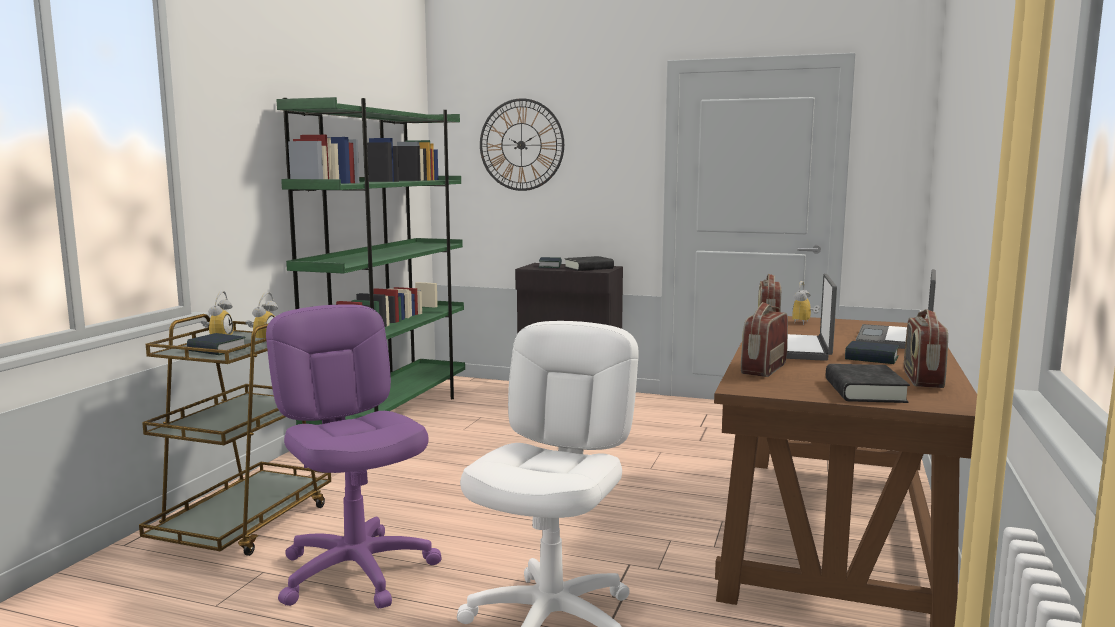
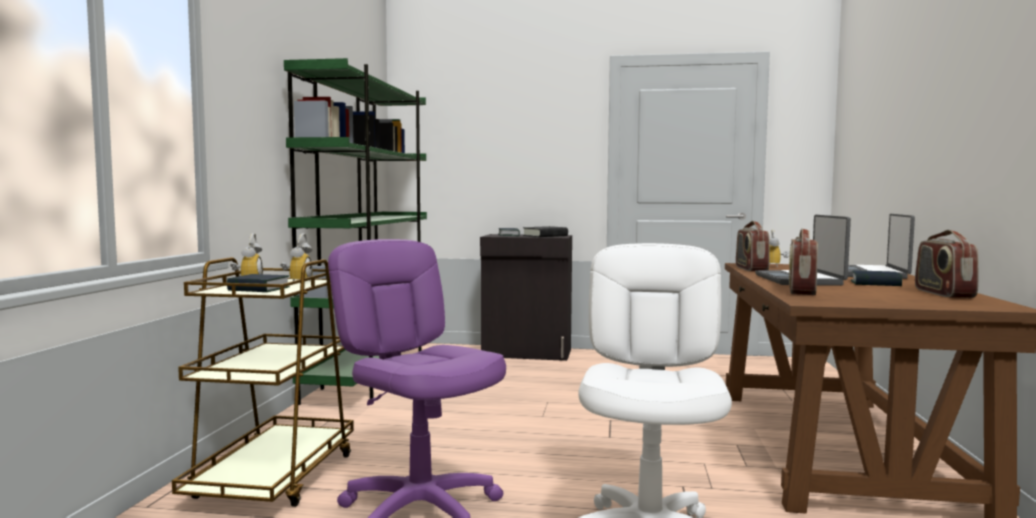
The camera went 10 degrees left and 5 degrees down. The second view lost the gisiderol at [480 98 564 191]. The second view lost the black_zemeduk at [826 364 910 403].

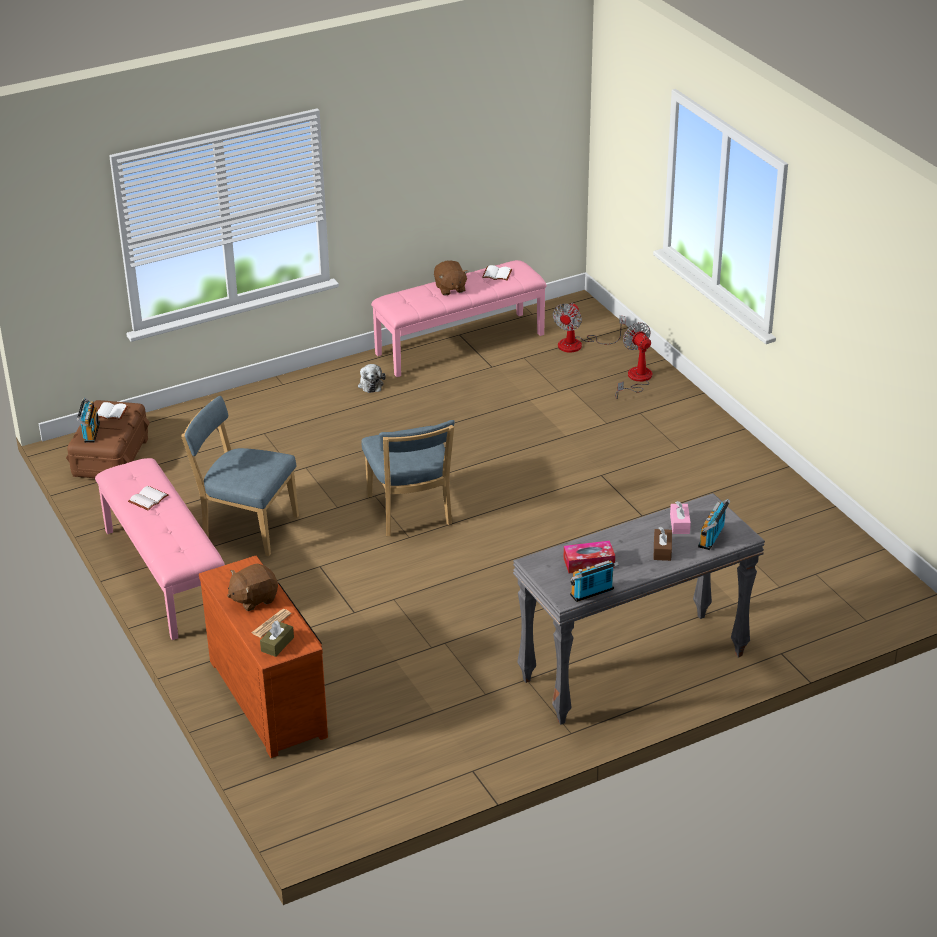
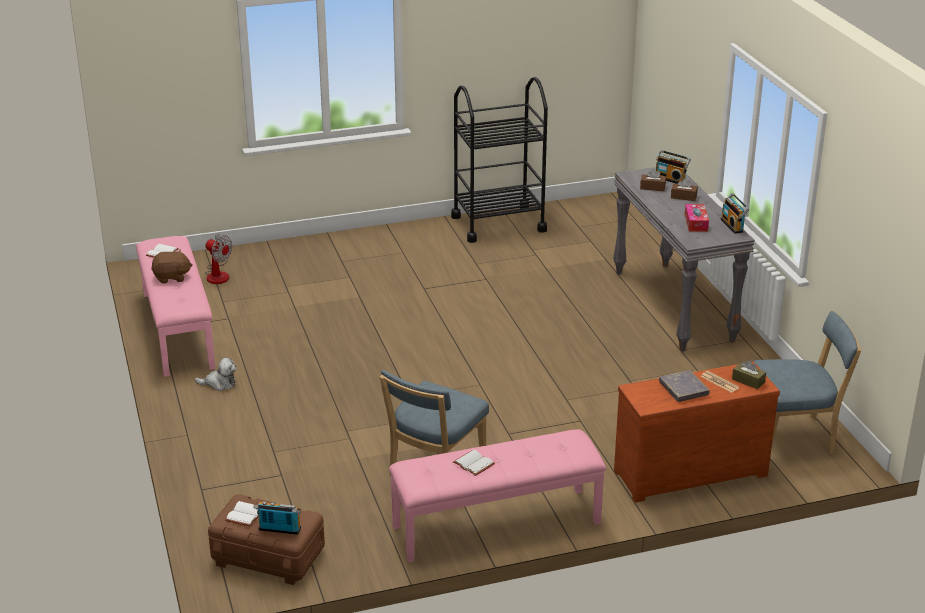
The camera went 80 degrees left and 5 degrees down. The second view gained the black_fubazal at [451 77 548 243]. What was the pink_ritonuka at [670 501 691 534] turned into the brown_ritonuka at [640 169 666 191]. Where the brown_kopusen stood at [227 563 278 611], the grey_zemeduk came to stand at [659 370 710 402]. The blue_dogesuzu ended up elsewhere, having gone from [362 420 454 536] to [753 311 861 454]. The second view lost the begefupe at [615 322 652 399].

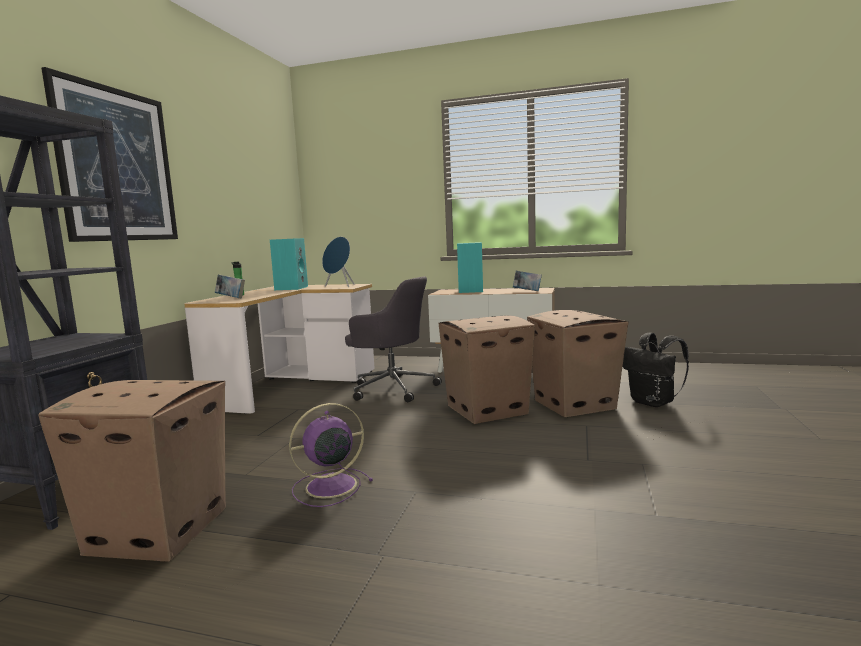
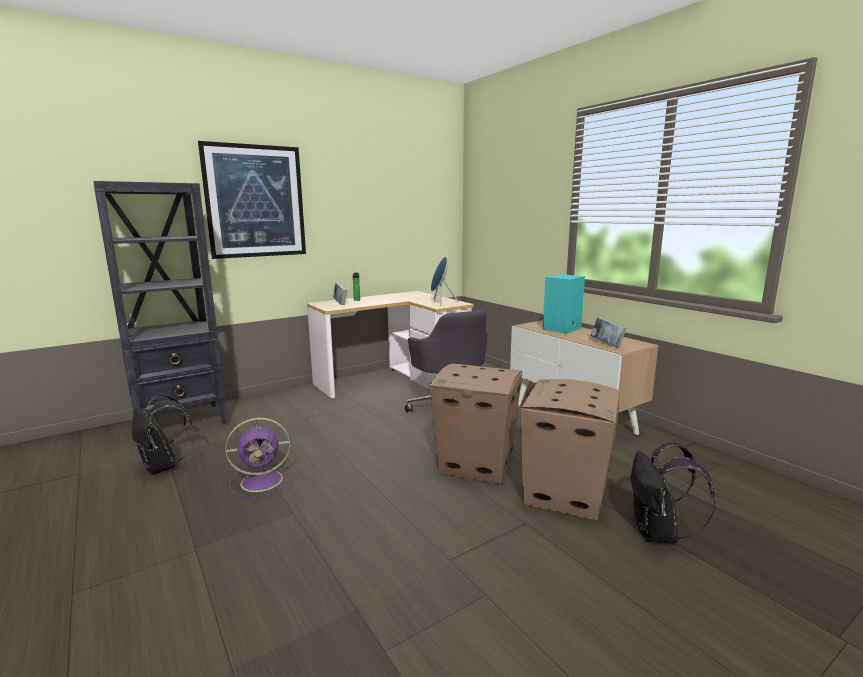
The camera went 40 degrees right and 5 degrees up. Where the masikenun stood at [38 380 226 562], the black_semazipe came to stand at [132 394 195 475]. The purple_begefupe at [289 403 373 507] ended up facing another way, 150 degrees clockwise from before. The second view lost the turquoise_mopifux at [270 238 308 290].

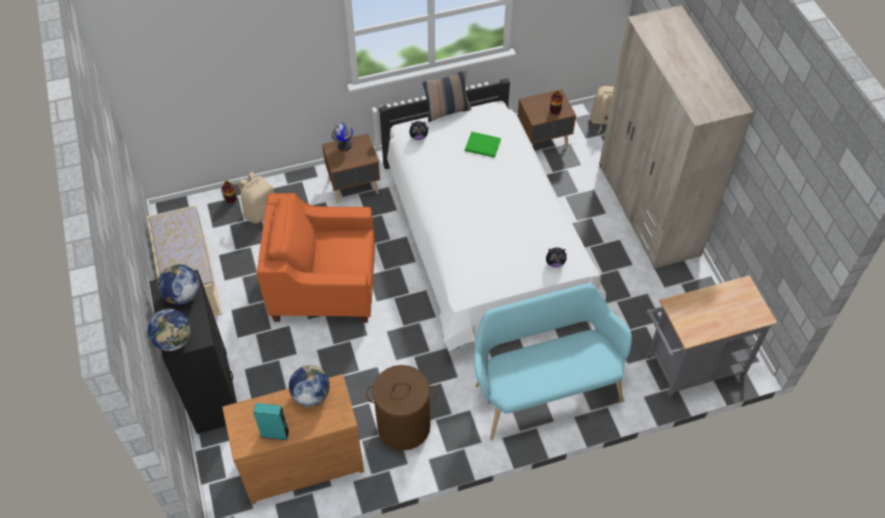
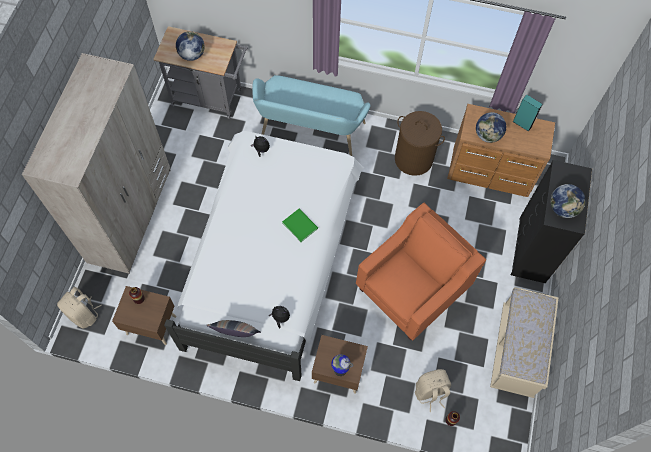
The camera went 150 degrees left and 10 degrees up. The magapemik ended up elsewhere, having gone from [147 309 191 351] to [176 31 205 61]. The green_zemeduk ended up elsewhere, having gone from [465 132 501 158] to [282 209 318 242]. The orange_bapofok at [256 193 375 323] ended up facing another way, 75 degrees counterclockwise from before.

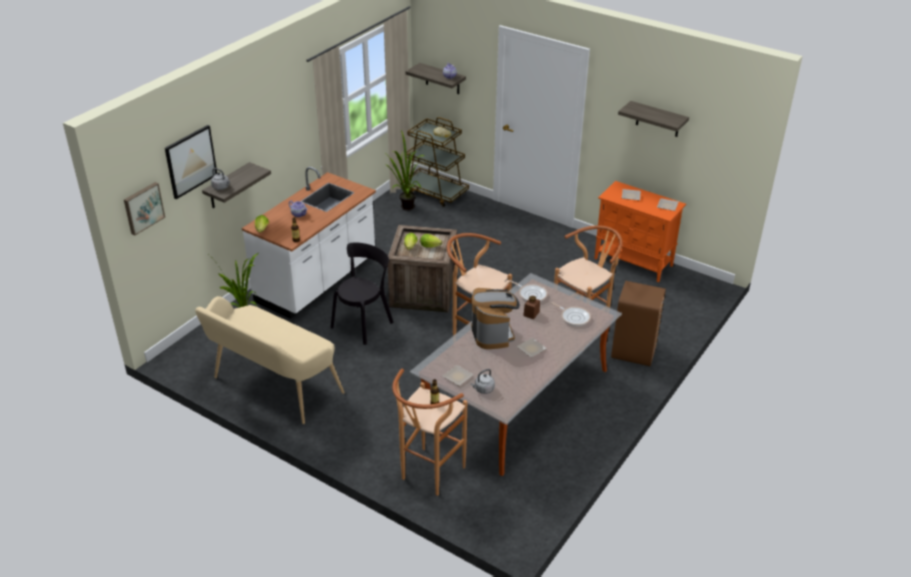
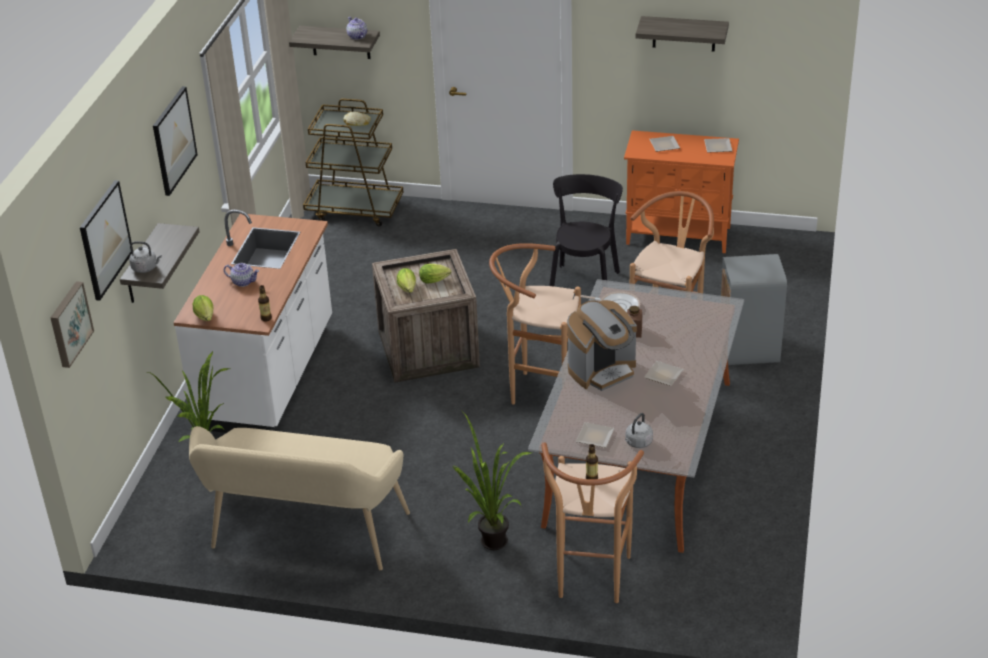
The camera went 20 degrees left and 0 degrees up. The second view gained the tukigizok at [153 86 198 196]. The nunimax ended up elsewhere, having gone from [384 131 424 211] to [453 412 532 550]. The black_dogesuzu ended up elsewhere, having gone from [331 243 394 345] to [549 174 623 287]. The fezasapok at [471 288 520 349] ended up facing another way, 90 degrees clockwise from before. What was the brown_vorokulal at [611 281 666 366] turned into the grey_vorokulal at [720 254 787 365]. The second view lost the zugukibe at [551 302 591 326].

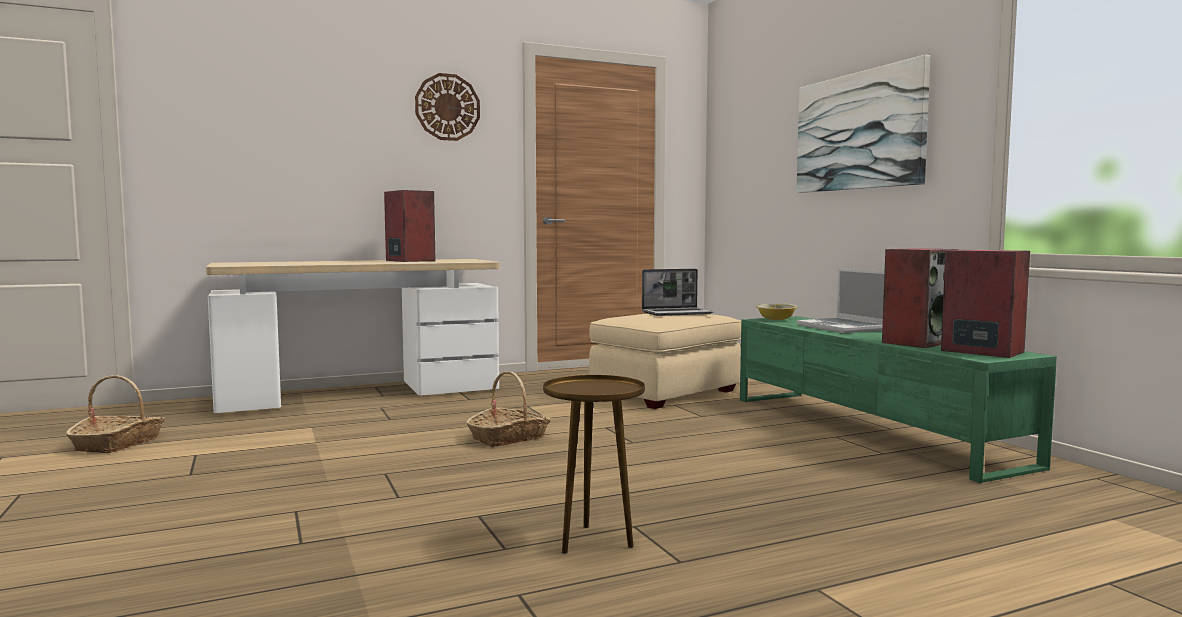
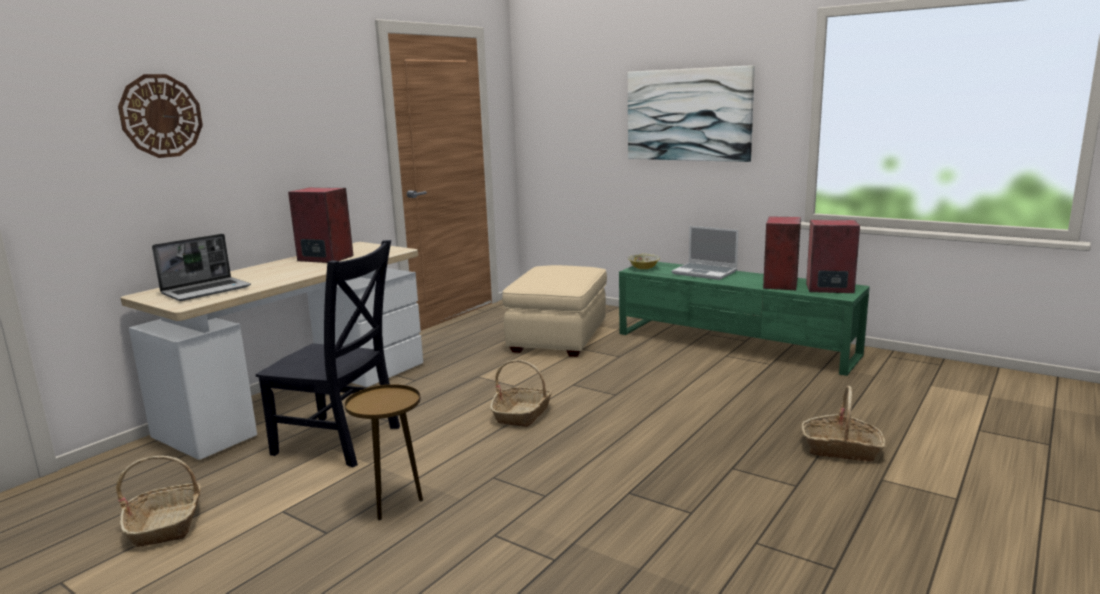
The camera went 30 degrees left and 10 degrees up. The gisiderol ended up elsewhere, having gone from [415 73 480 141] to [118 74 203 158]. The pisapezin ended up elsewhere, having gone from [642 269 714 316] to [152 234 251 301]. The second view gained the black_dogesuzu at [256 240 400 467]. The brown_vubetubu ended up elsewhere, having gone from [543 375 645 554] to [344 384 423 520]. The second view gained the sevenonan at [802 386 886 462].

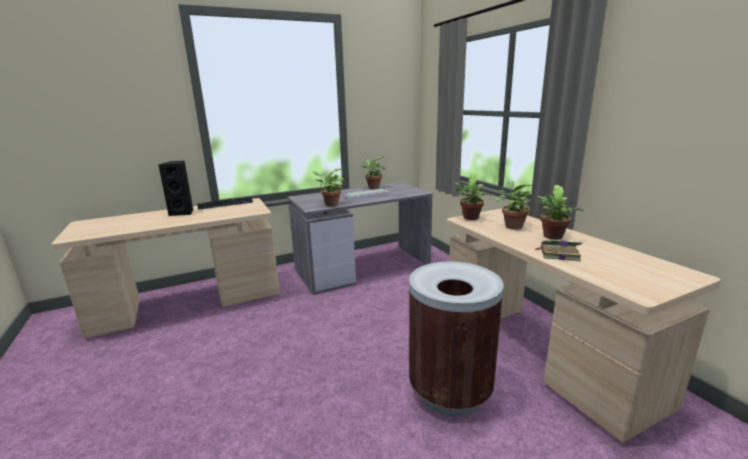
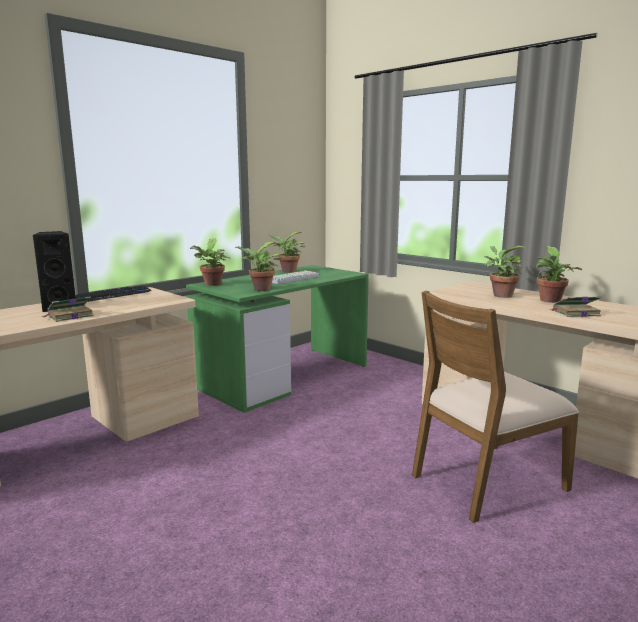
The camera went 20 degrees left and 5 degrees down. The second view gained the zemeduk at [44 296 94 322]. What was the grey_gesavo at [288 182 432 295] turned into the green_gesavo at [186 265 369 413]. The nunimax ended up elsewhere, having gone from [453 174 492 220] to [190 239 230 286]. Where the brown_vorokulal stood at [409 262 504 417], the brown_dogesuzu came to stand at [412 291 579 523].

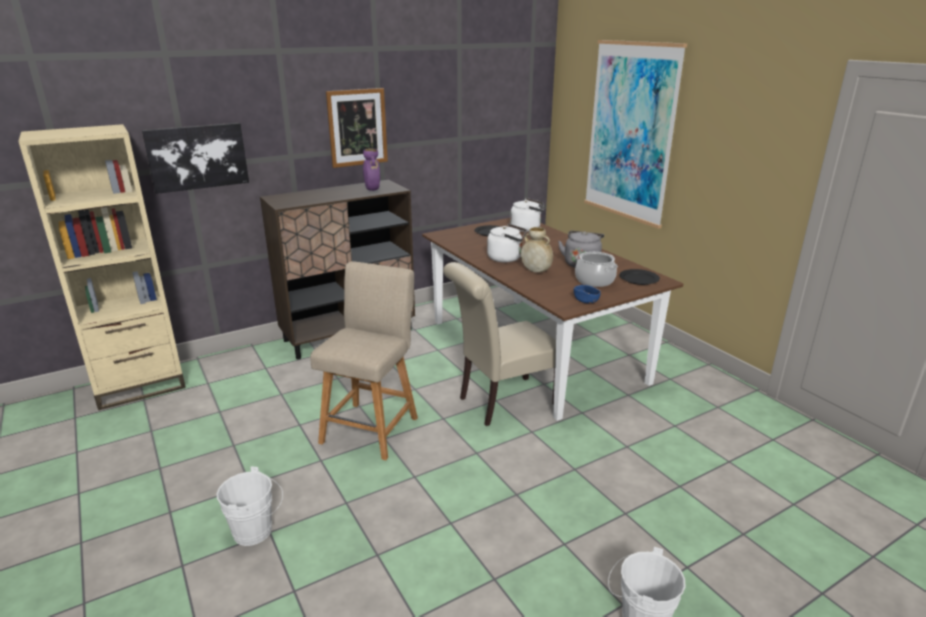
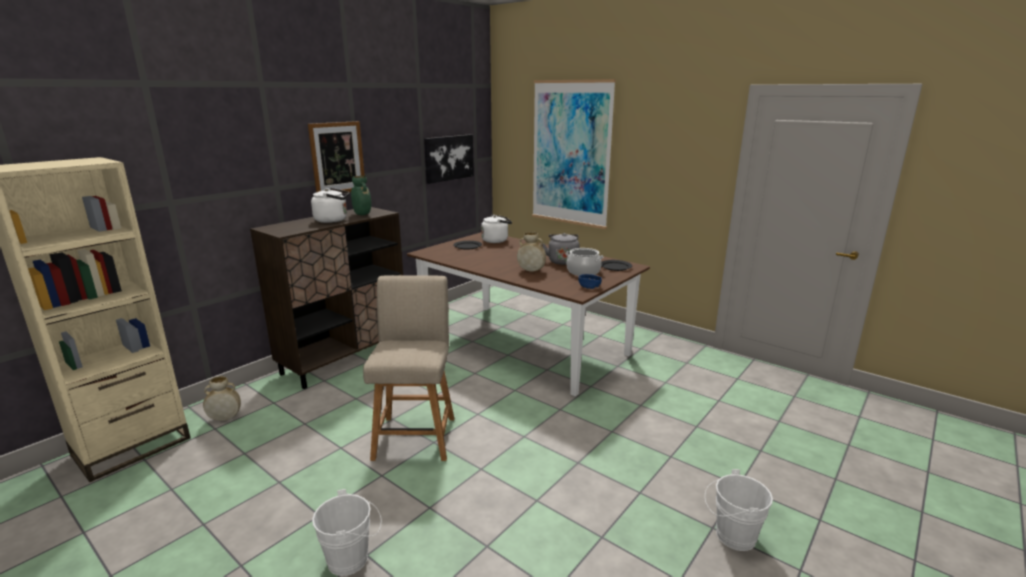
The camera went 20 degrees left and 5 degrees down. The second view gained the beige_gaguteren at [203 376 241 421]. The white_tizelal ended up elsewhere, having gone from [487 224 527 262] to [311 188 349 223]. What was the purple_gaguteren at [363 148 380 191] turned into the green_gaguteren at [351 176 371 215]. The tukigizok ended up elsewhere, having gone from [142 123 249 194] to [424 134 474 184]. The second view lost the beige_dogesuzu at [443 262 556 426].

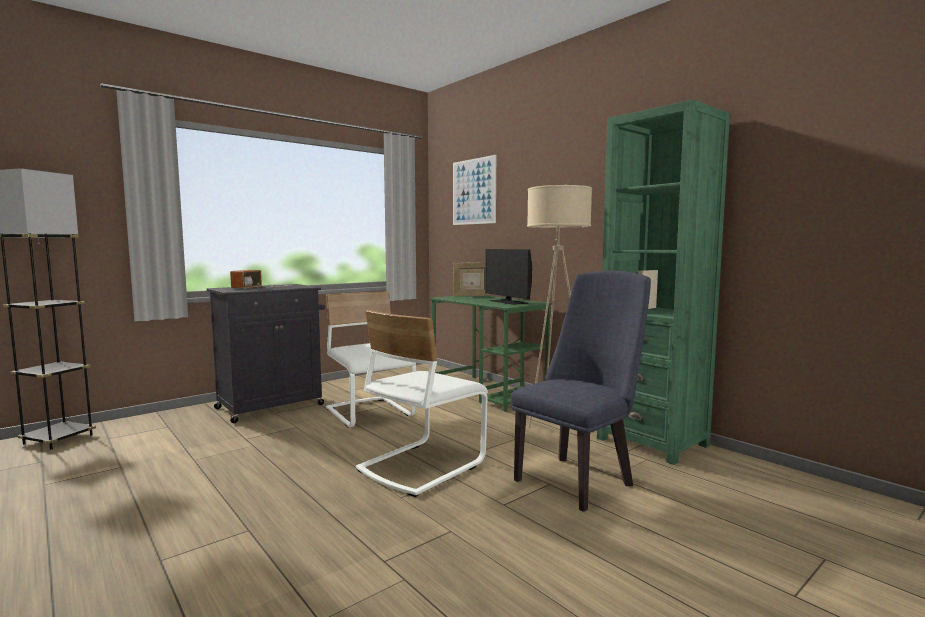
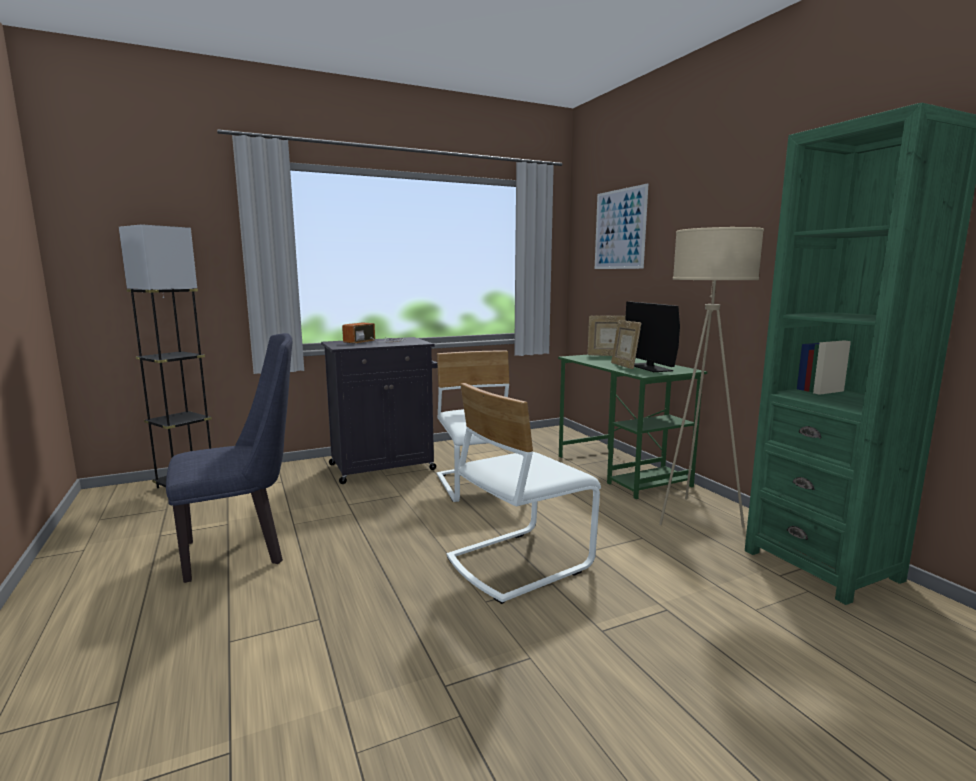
The camera went 15 degrees right and 5 degrees up. The blue_dogesuzu ended up elsewhere, having gone from [511 271 651 512] to [166 333 292 583]. The second view gained the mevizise at [611 320 641 369].

